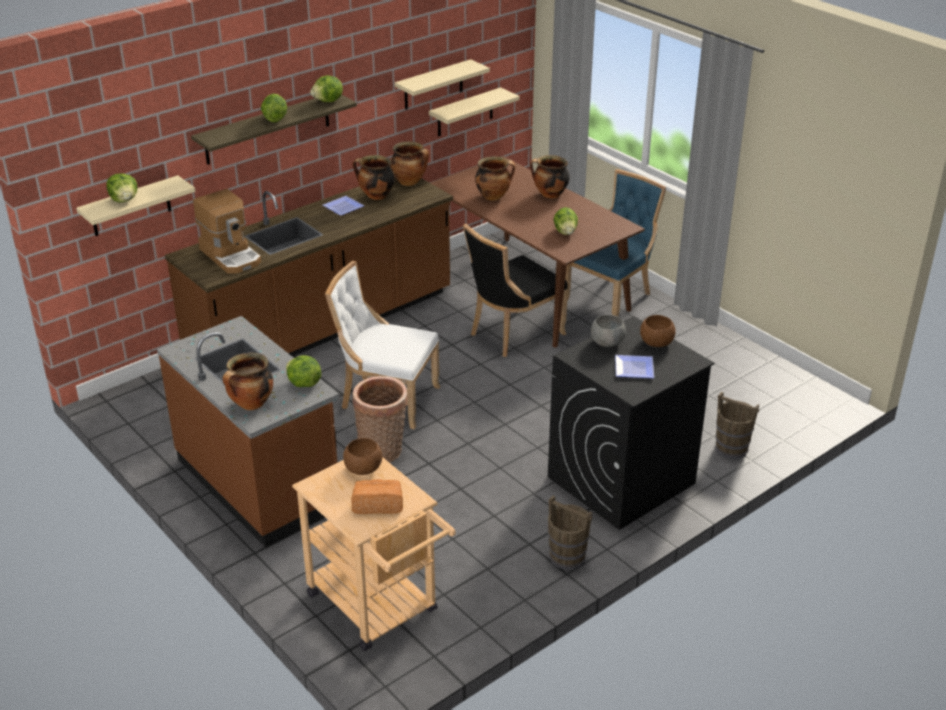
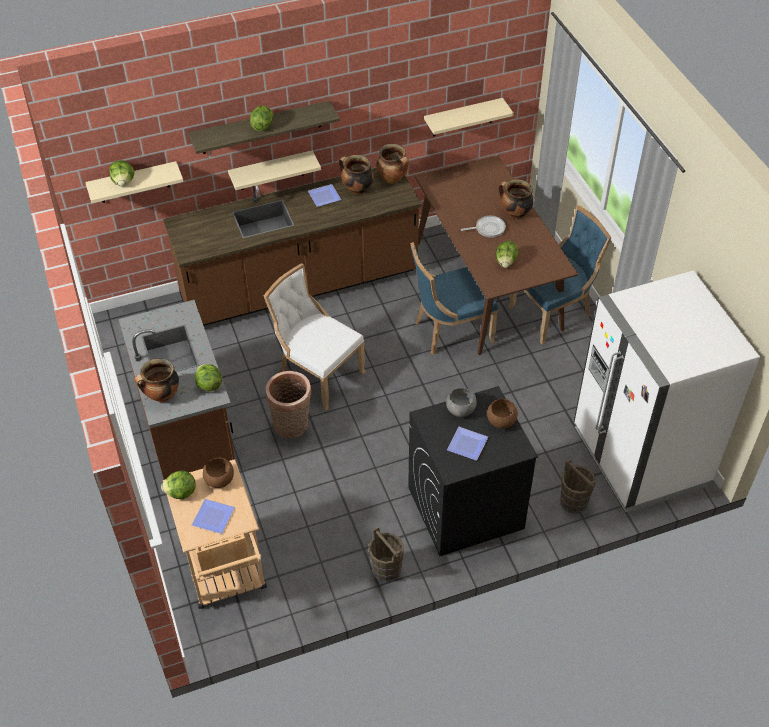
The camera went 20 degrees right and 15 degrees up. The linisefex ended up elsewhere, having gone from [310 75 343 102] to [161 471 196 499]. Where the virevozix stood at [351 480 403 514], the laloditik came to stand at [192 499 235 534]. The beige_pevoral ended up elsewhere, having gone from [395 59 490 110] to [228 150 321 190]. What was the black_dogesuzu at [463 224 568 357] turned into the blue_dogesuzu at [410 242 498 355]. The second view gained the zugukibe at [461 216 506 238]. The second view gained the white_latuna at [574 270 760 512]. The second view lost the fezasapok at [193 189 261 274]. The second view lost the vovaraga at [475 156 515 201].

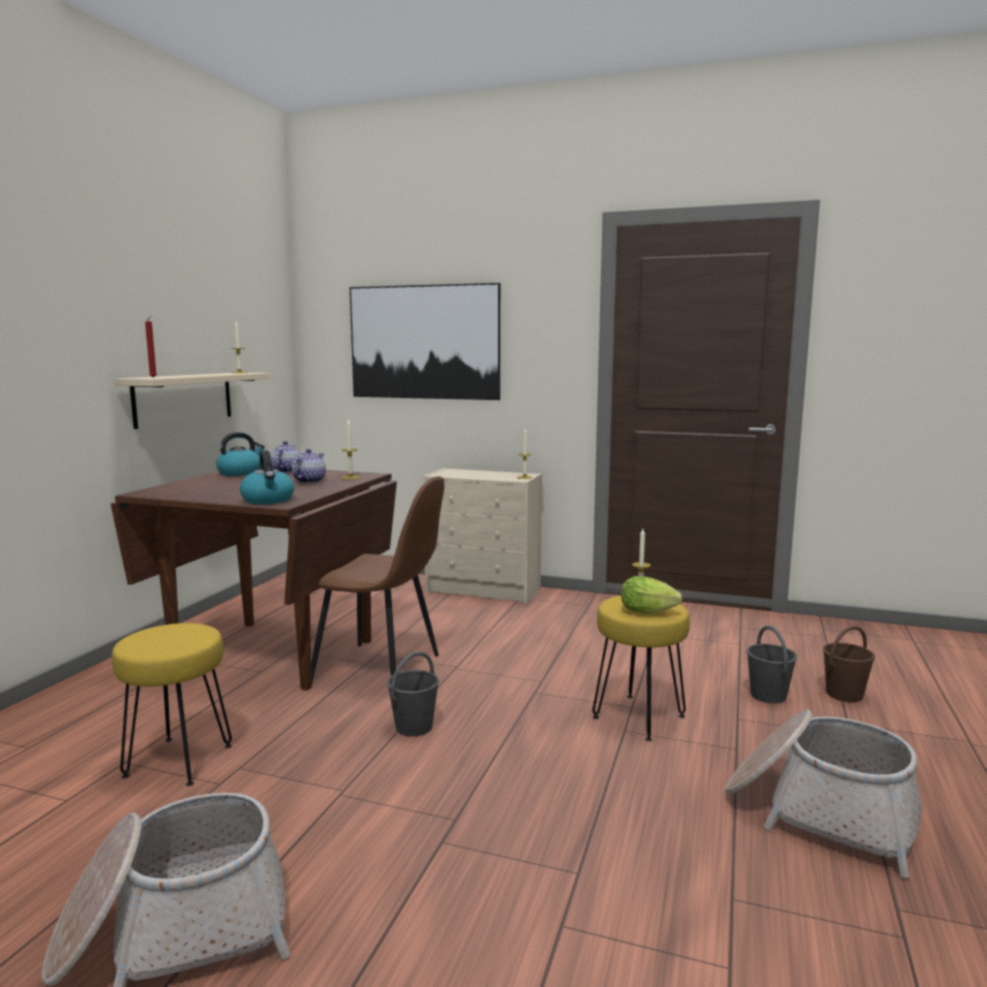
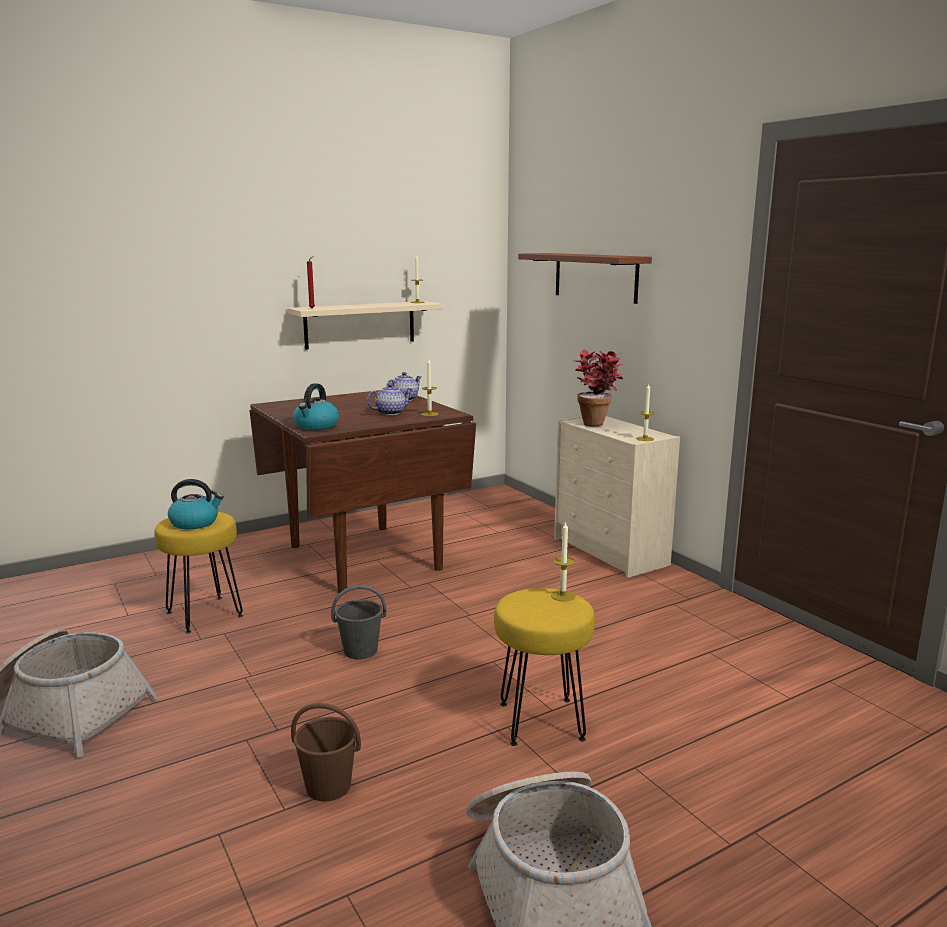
The camera went 40 degrees right and 5 degrees up. The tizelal ended up elsewhere, having gone from [216 432 265 476] to [168 479 224 530]. The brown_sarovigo ended up elsewhere, having gone from [823 626 875 702] to [291 703 361 802]. Where the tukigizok hung at [350 283 500 400], the brown_pevoral came to hang at [518 253 652 304]. The second view gained the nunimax at [574 349 623 427]. The second view lost the brown_dogesuzu at [311 476 444 682]. The second view lost the linisefex at [621 576 683 614]. The second view lost the grey_sarovigo at [747 625 797 704].

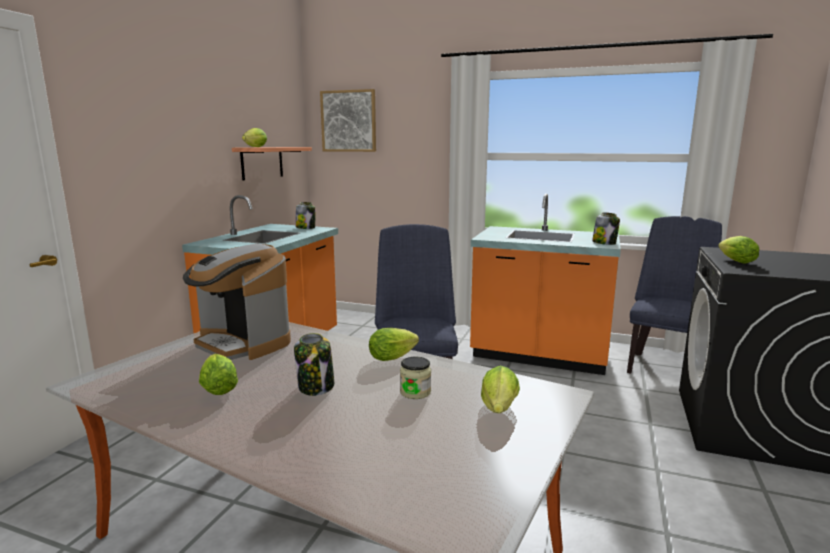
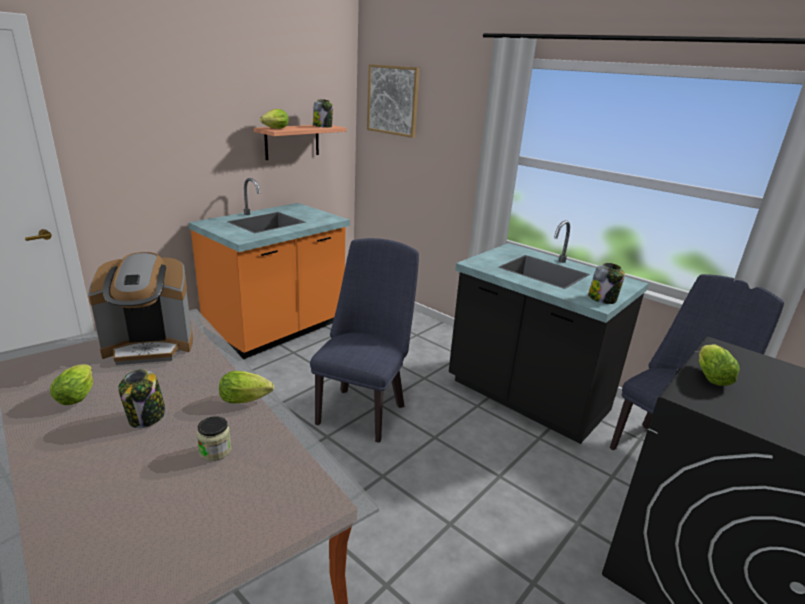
The camera went 20 degrees right and 10 degrees up. The fezasapok at [183 244 291 360] ended up facing another way, 75 degrees counterclockwise from before. The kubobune ended up elsewhere, having gone from [296 202 316 229] to [313 99 333 128]. What was the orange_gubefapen at [470 193 621 375] turned into the black_gubefapen at [449 220 649 444]. The second view lost the linisefex at [481 365 520 413].

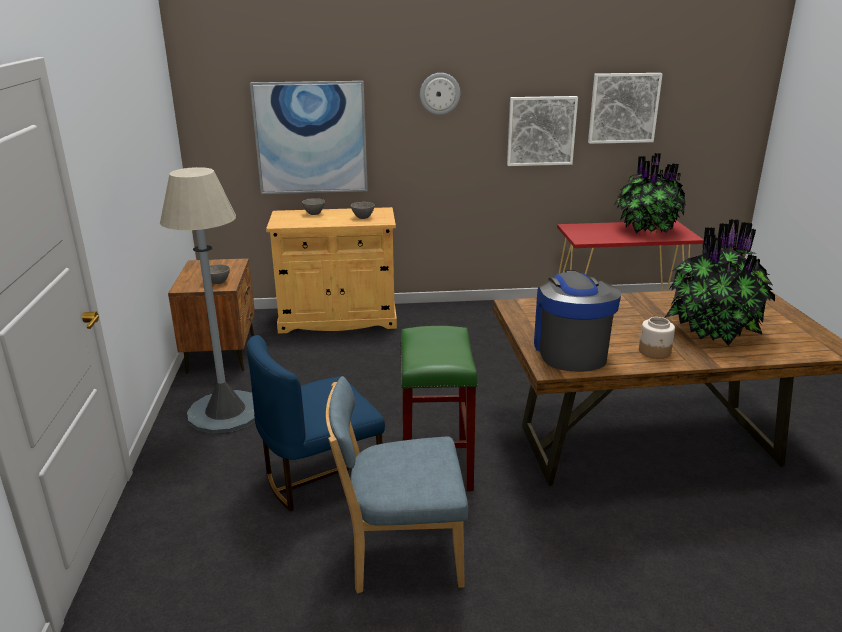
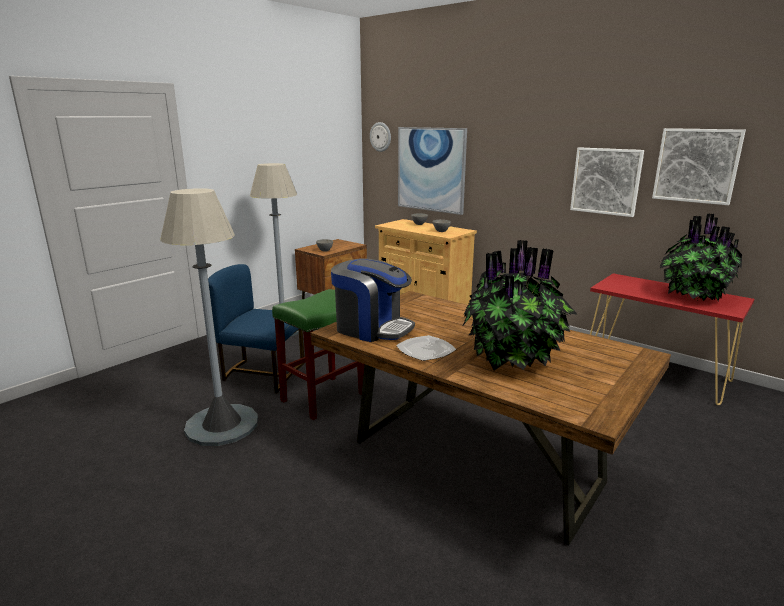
The camera went 45 degrees right and 5 degrees down. Where the blue_dogesuzu stood at [326 376 468 593], the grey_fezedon came to stand at [160 188 258 446]. The fezasapok at [534 270 621 372] ended up facing another way, 75 degrees clockwise from before. The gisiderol ended up elsewhere, having gone from [420 73 460 115] to [370 122 391 152]. Where the kubobune stood at [639 317 675 359], the laloditik came to stand at [396 335 456 361].

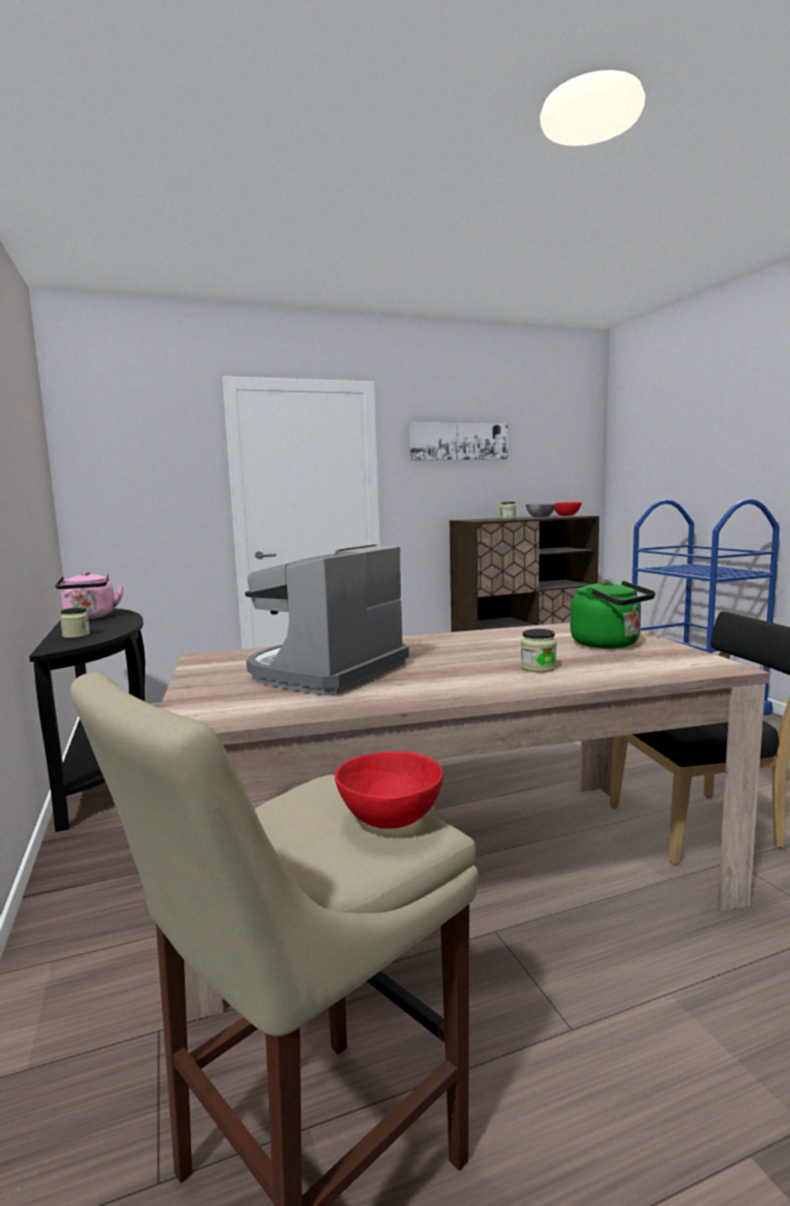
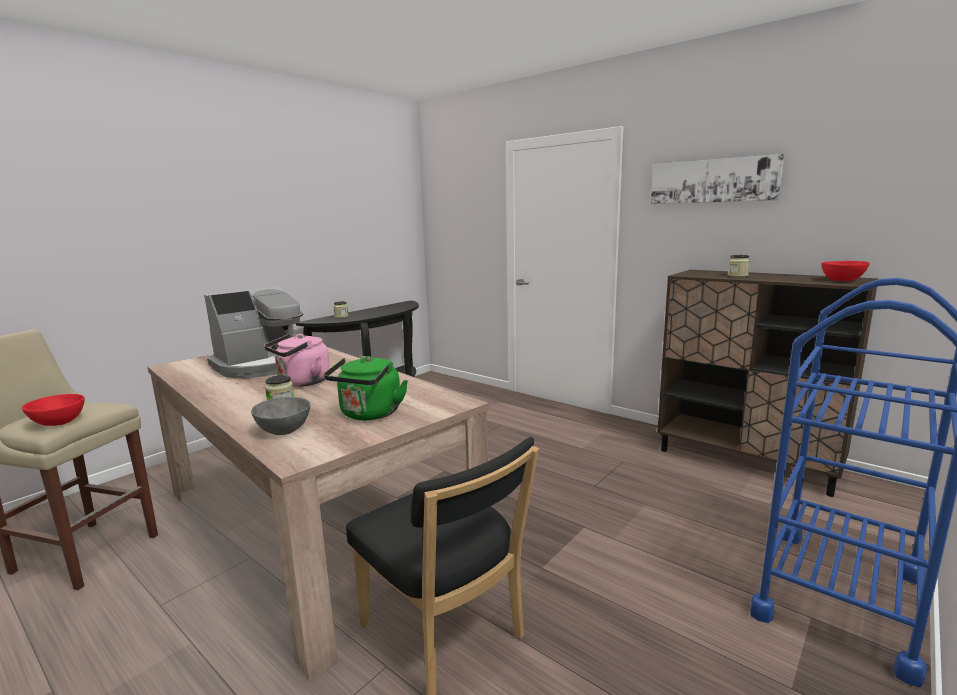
The camera went 60 degrees right and 5 degrees up. The fezasapok at [245 544 409 696] ended up facing another way, 135 degrees clockwise from before. The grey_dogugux ended up elsewhere, having gone from [526 504 556 518] to [251 397 311 435]. The pink_tizelal ended up elsewhere, having gone from [55 571 124 620] to [264 334 330 387].

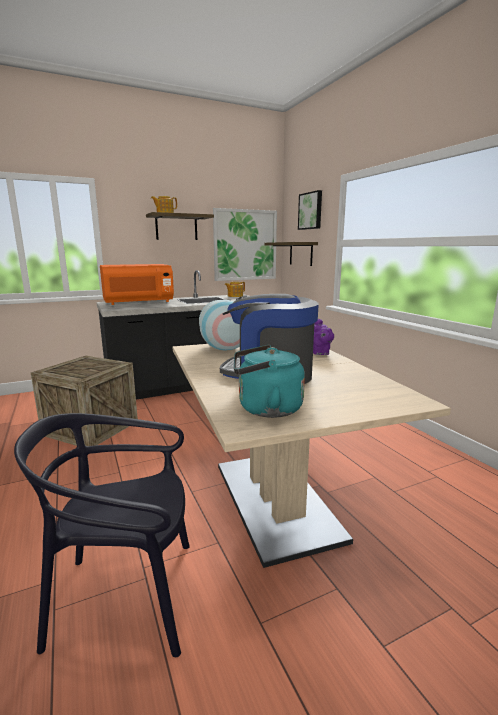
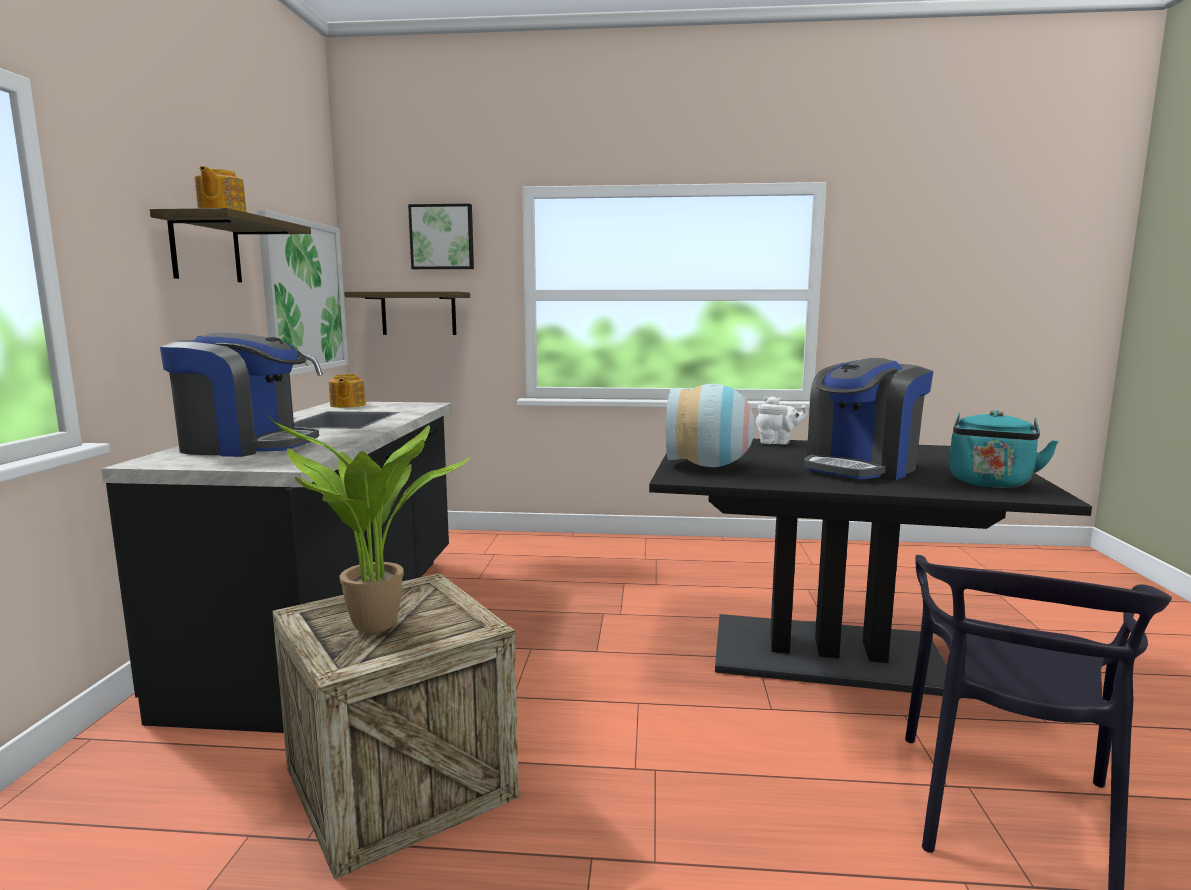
The camera went 60 degrees left and 5 degrees down. Where the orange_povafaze stood at [100 264 174 305], the fezasapok came to stand at [160 333 319 457]. The second view gained the nunimax at [266 414 471 633]. What was the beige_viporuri at [173 344 451 568] turned into the black_viporuri at [649 439 1092 696]. What was the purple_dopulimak at [313 319 334 355] turned into the white_dopulimak at [756 396 808 444].

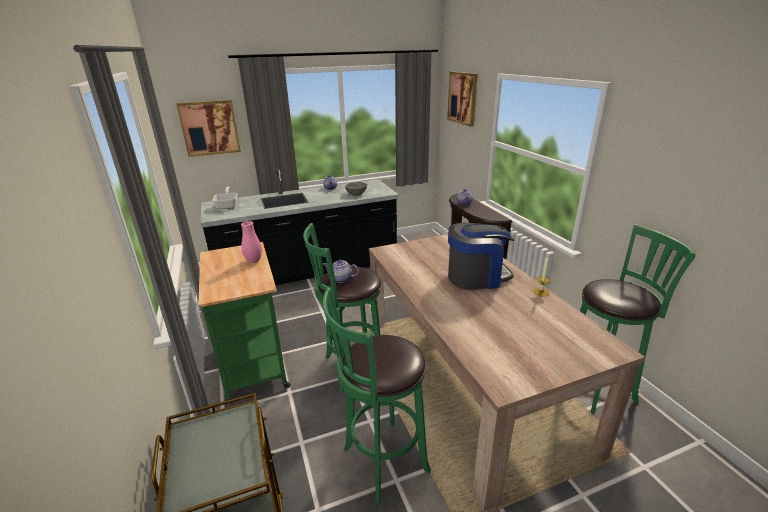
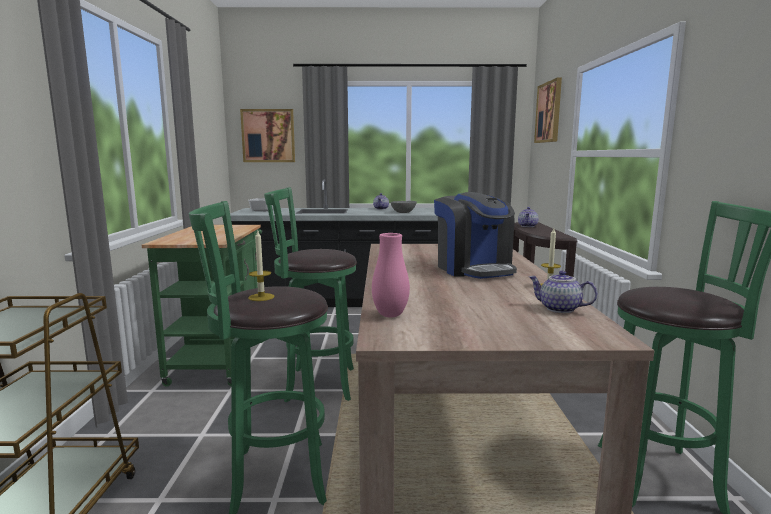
The camera went 20 degrees right and 15 degrees down. The second view gained the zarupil at [248 231 274 301]. The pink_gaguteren ended up elsewhere, having gone from [241 221 262 263] to [372 233 410 318]. The fezasapok at [448 223 515 290] ended up facing another way, 60 degrees clockwise from before. The dopulimak ended up elsewhere, having gone from [323 260 359 283] to [529 271 597 313].

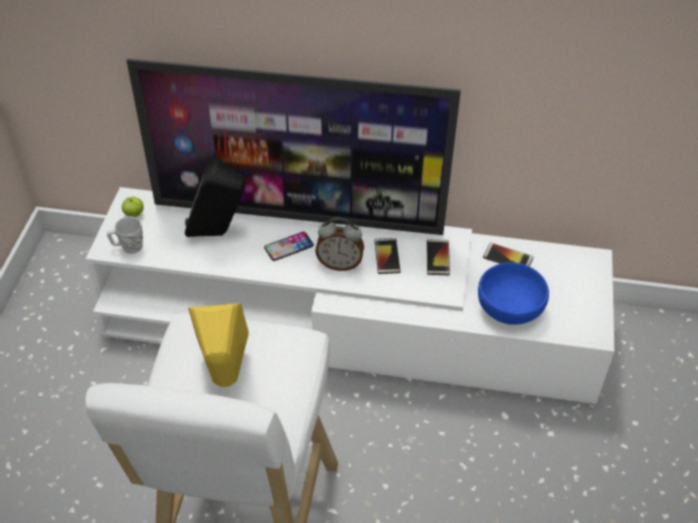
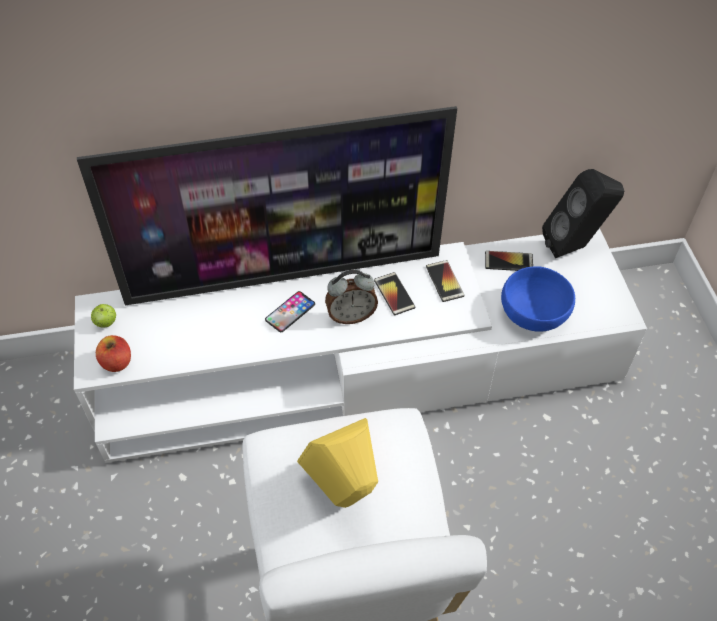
The camera went 20 degrees left and 5 degrees up. Where the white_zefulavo stood at [107 216 143 254], the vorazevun came to stand at [96 335 131 372]. The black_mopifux ended up elsewhere, having gone from [185 157 245 237] to [542 169 624 258].

